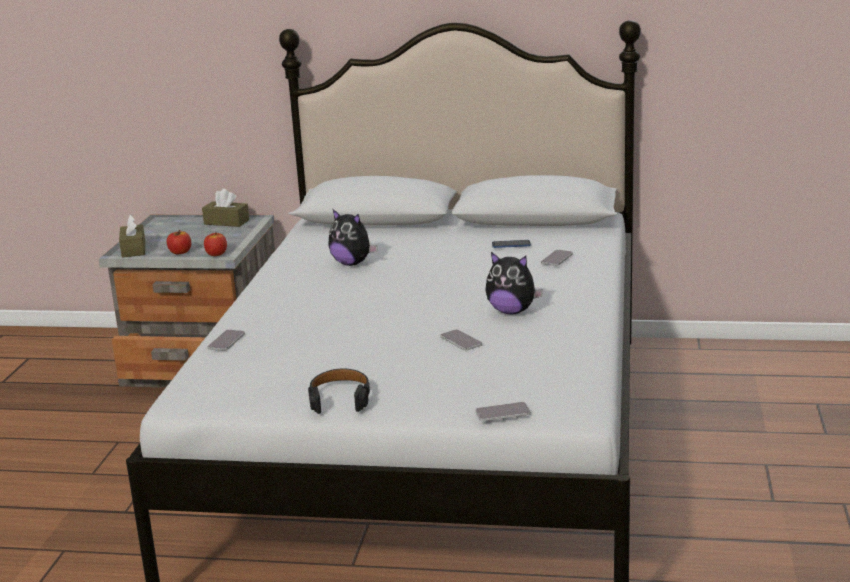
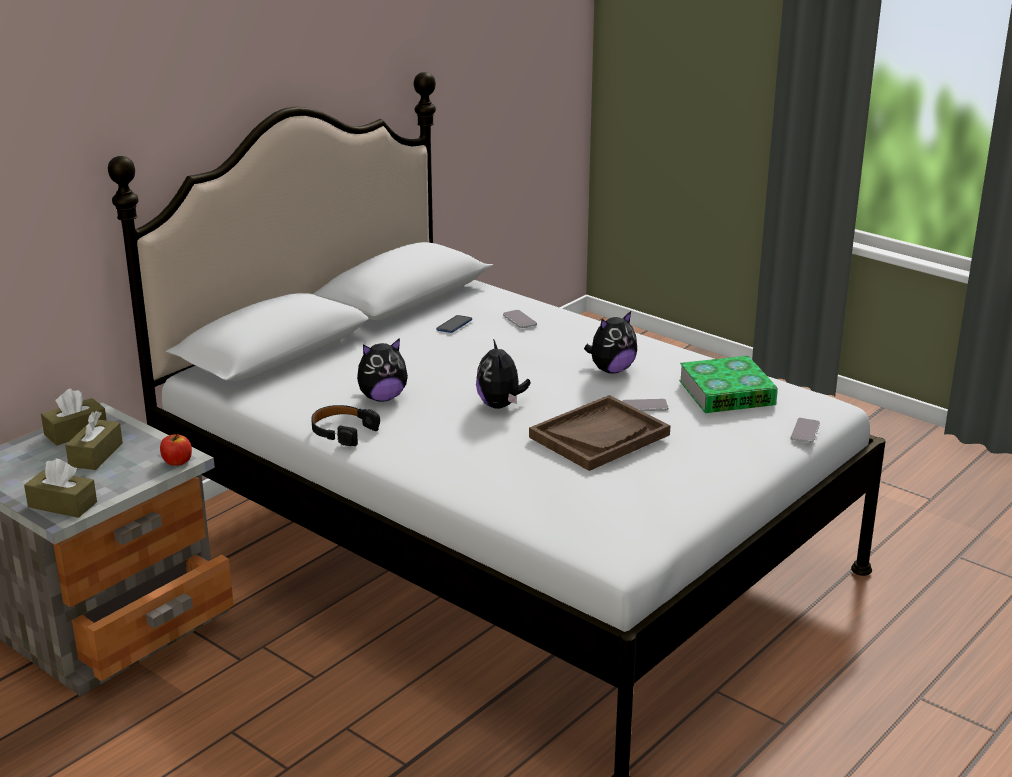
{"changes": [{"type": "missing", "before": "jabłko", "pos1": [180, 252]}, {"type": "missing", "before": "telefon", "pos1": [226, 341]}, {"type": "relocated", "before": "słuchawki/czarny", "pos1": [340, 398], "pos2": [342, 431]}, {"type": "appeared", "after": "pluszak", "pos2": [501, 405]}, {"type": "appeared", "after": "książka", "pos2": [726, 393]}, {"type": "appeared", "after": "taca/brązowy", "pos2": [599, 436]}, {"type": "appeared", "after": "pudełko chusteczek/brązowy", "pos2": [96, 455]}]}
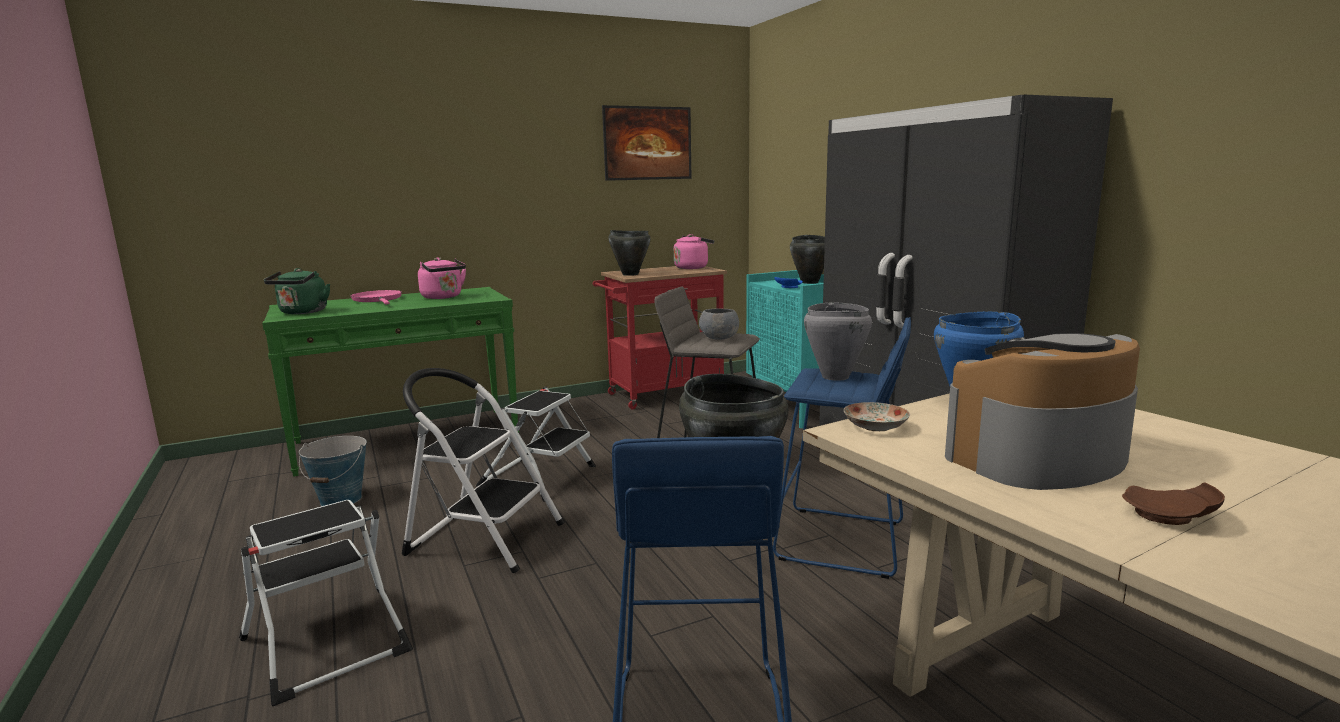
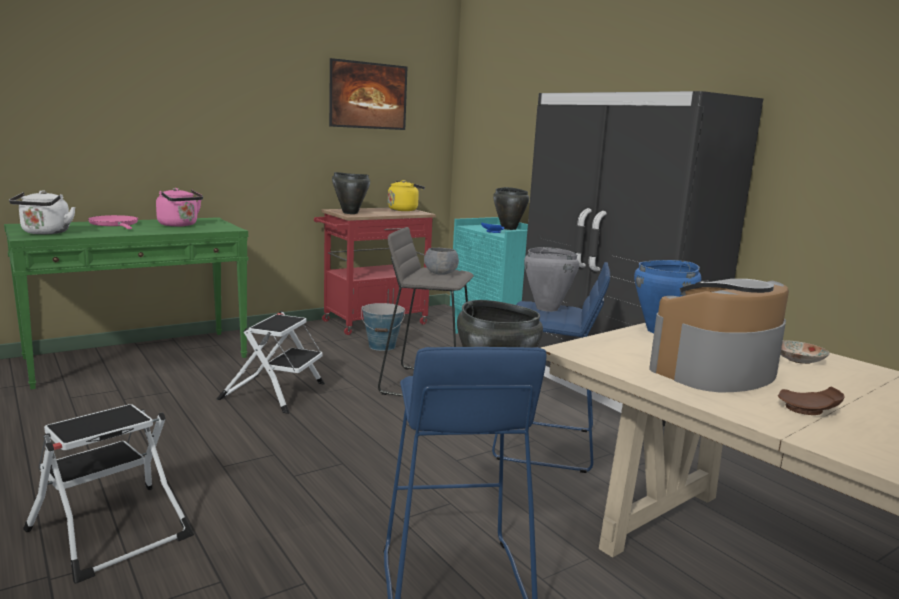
{"changes": [{"type": "colour", "before": "czajnik/różowy", "after": "czajnik/żółty", "pos1": [692, 267], "pos2": [404, 210]}, {"type": "colour", "before": "czajnik/zielony", "after": "czajnik/biały", "pos1": [302, 312], "pos2": [45, 233]}, {"type": "missing", "before": "drabinka", "pos1": [481, 538]}, {"type": "relocated", "before": "talerz", "pos1": [874, 427], "pos2": [798, 360]}, {"type": "relocated", "before": "wiadro", "pos1": [341, 499], "pos2": [382, 346]}]}
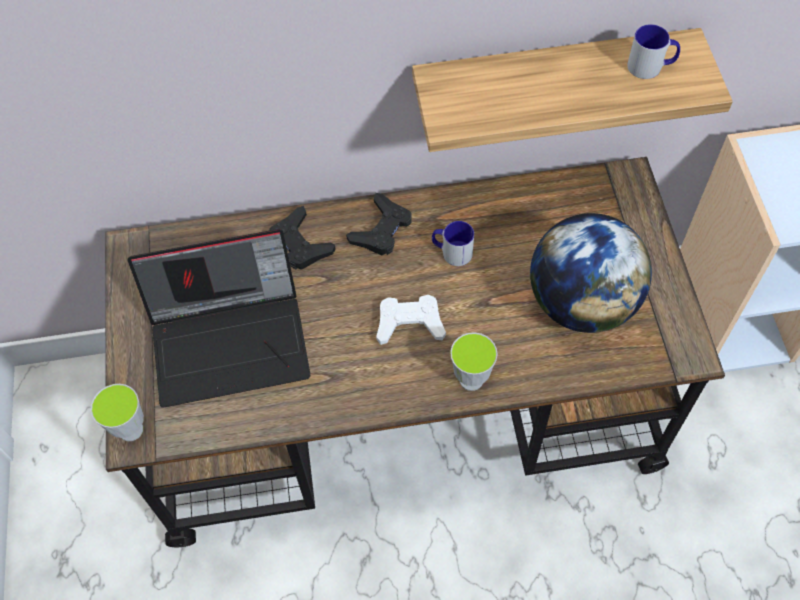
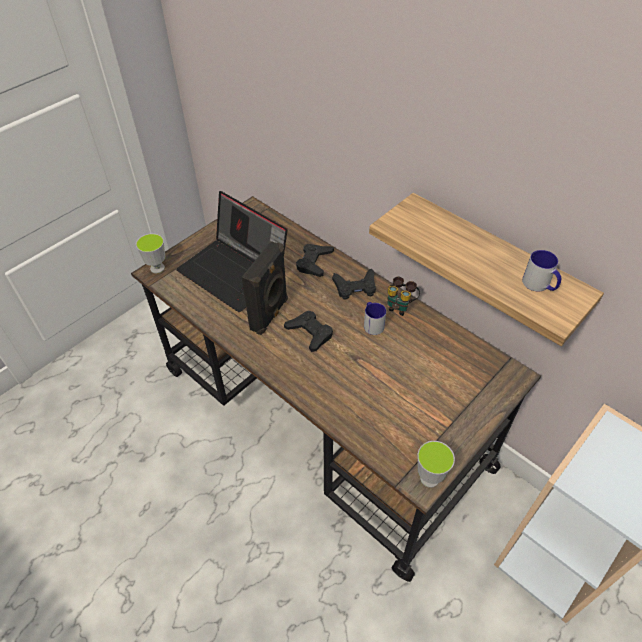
{"changes": [{"type": "missing", "before": "globus", "pos1": [581, 302]}, {"type": "colour", "before": "pad do gier/biały", "after": "pad do gier/czarny", "pos1": [409, 323], "pos2": [310, 333]}, {"type": "relocated", "before": "filiżanka", "pos1": [471, 380], "pos2": [429, 478]}, {"type": "appeared", "after": "głośnik/czarny", "pos2": [270, 314]}, {"type": "appeared", "after": "lornetka", "pos2": [400, 306]}]}
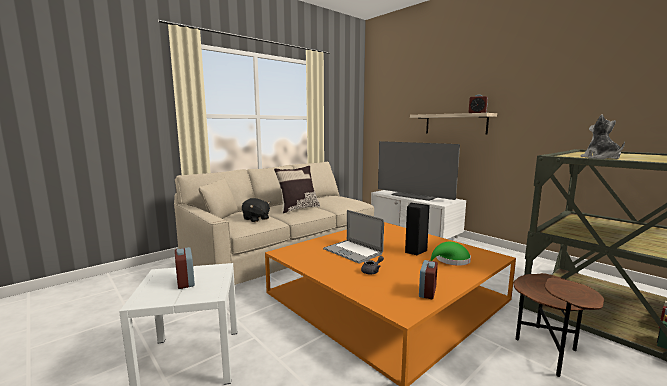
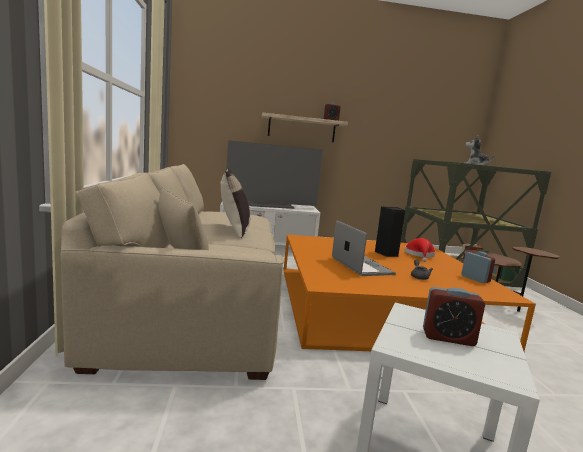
{"changes": [{"type": "missing", "before": "pluszak/czarny", "pos1": [256, 219]}, {"type": "spun", "before": "laptop", "pos1": [352, 251], "pos2": [361, 266], "turn": -105}, {"type": "colour", "before": "kapelusz/zielony", "after": "kapelusz/czerwony", "pos1": [450, 261], "pos2": [419, 255]}]}
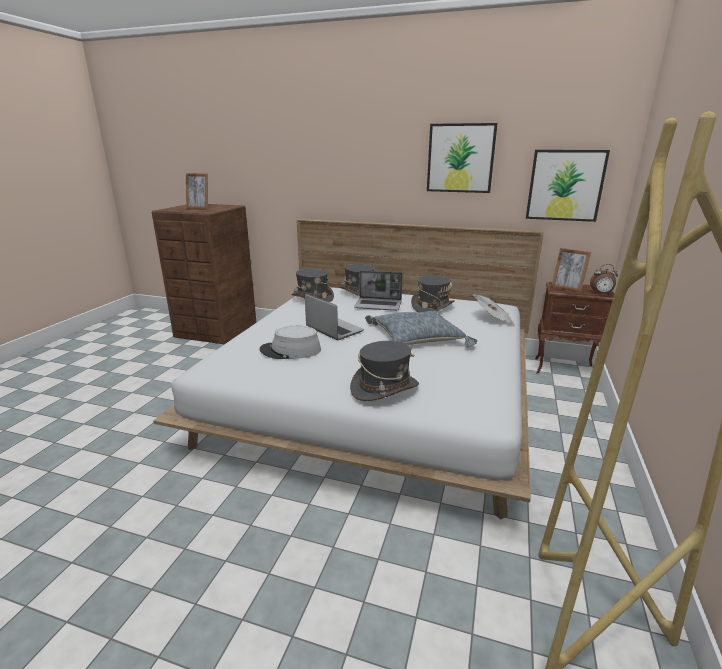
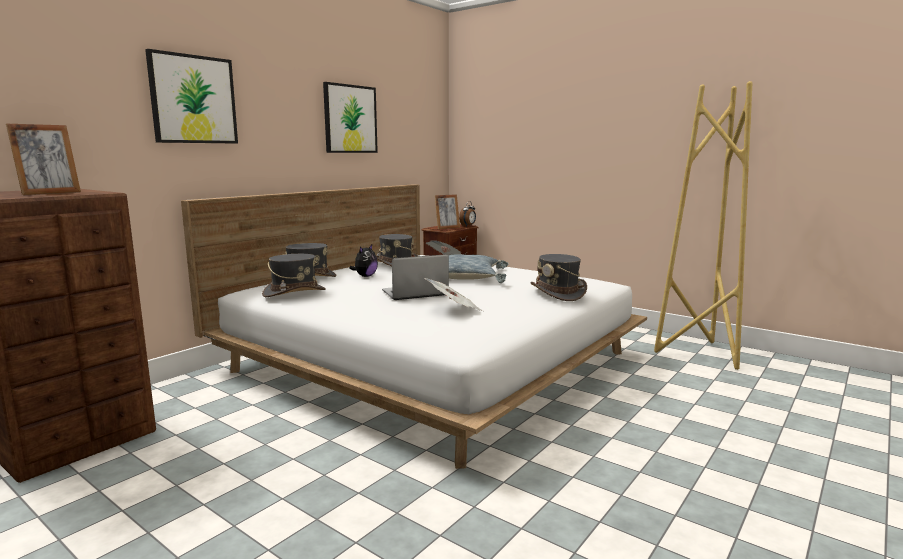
{"changes": [{"type": "relocated", "before": "obraz", "pos1": [565, 185], "pos2": [193, 99]}, {"type": "exchanged", "before": "laptop", "after": "pluszak", "pos1": [379, 305], "pos2": [365, 276]}, {"type": "exchanged", "before": "kapelusz/szary", "after": "gazeta", "pos1": [290, 350], "pos2": [454, 310]}]}
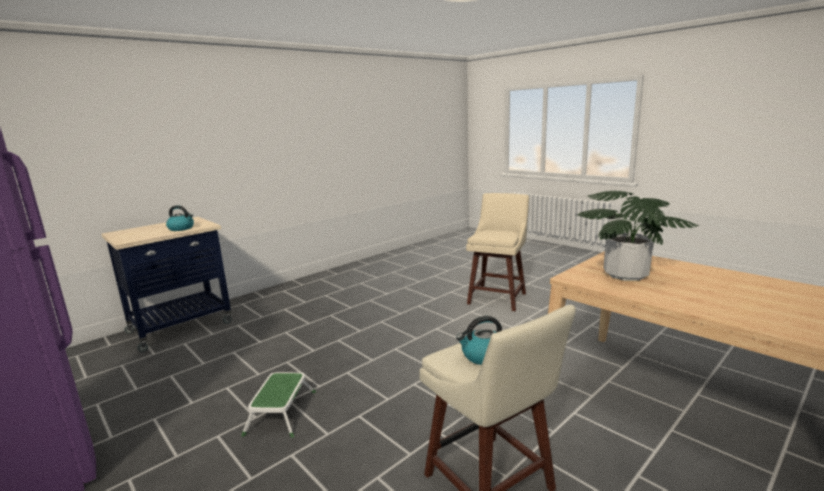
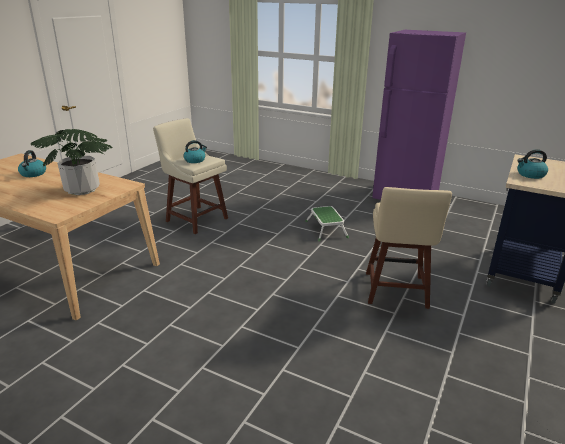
{"changes": [{"type": "relocated", "before": "stołek/beżowy", "pos1": [498, 297], "pos2": [395, 291]}, {"type": "appeared", "after": "czajnik", "pos2": [33, 174]}]}
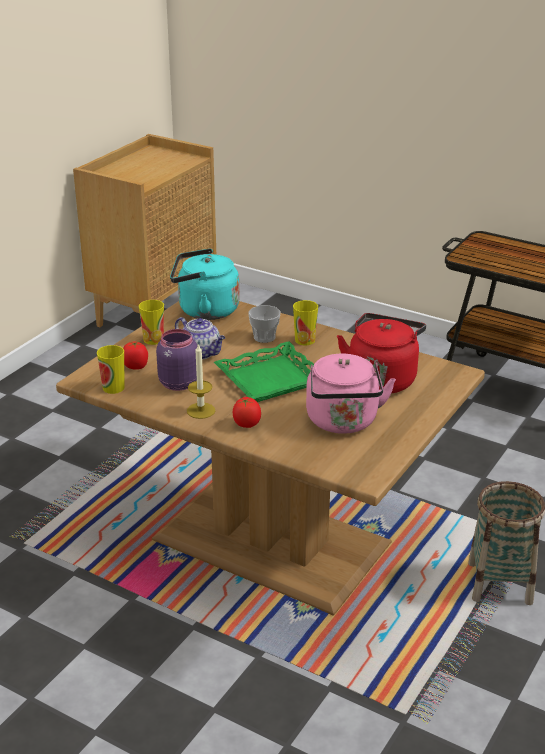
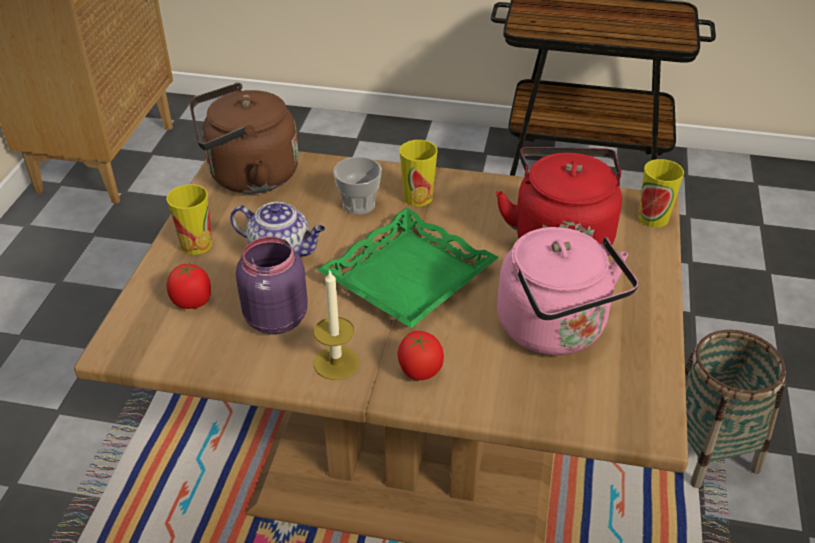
{"changes": [{"type": "colour", "before": "czajnik/turkusowy", "after": "czajnik/brązowy", "pos1": [204, 310], "pos2": [248, 176]}, {"type": "relocated", "before": "filiżanka", "pos1": [113, 388], "pos2": [653, 218]}]}
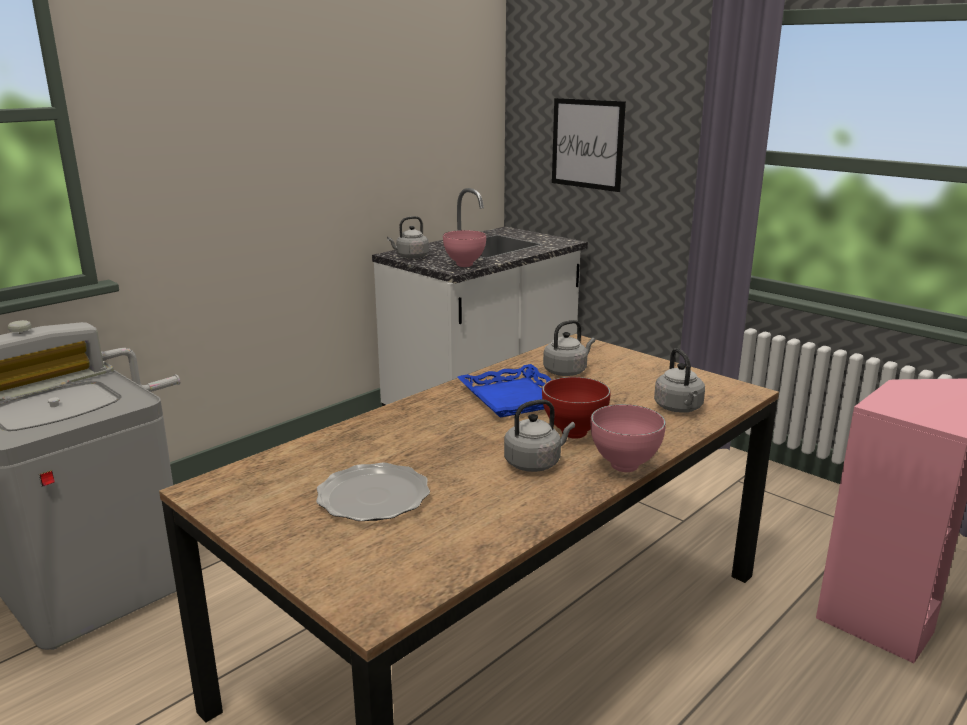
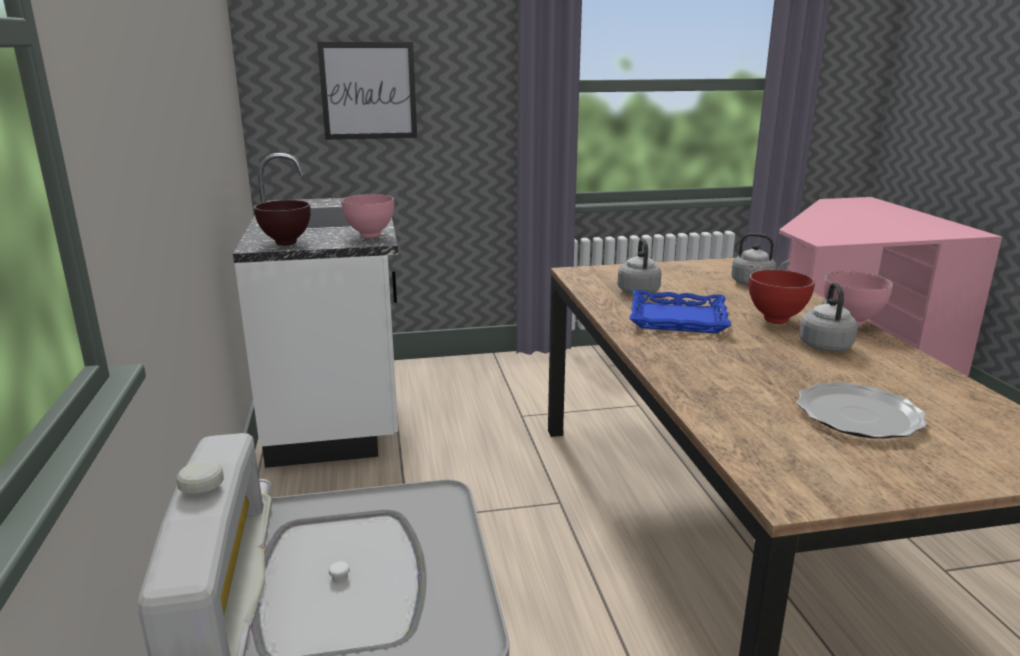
{"changes": [{"type": "exchanged", "before": "czajnik/szary", "after": "miska/brązowy", "pos1": [410, 257], "pos2": [286, 244]}]}
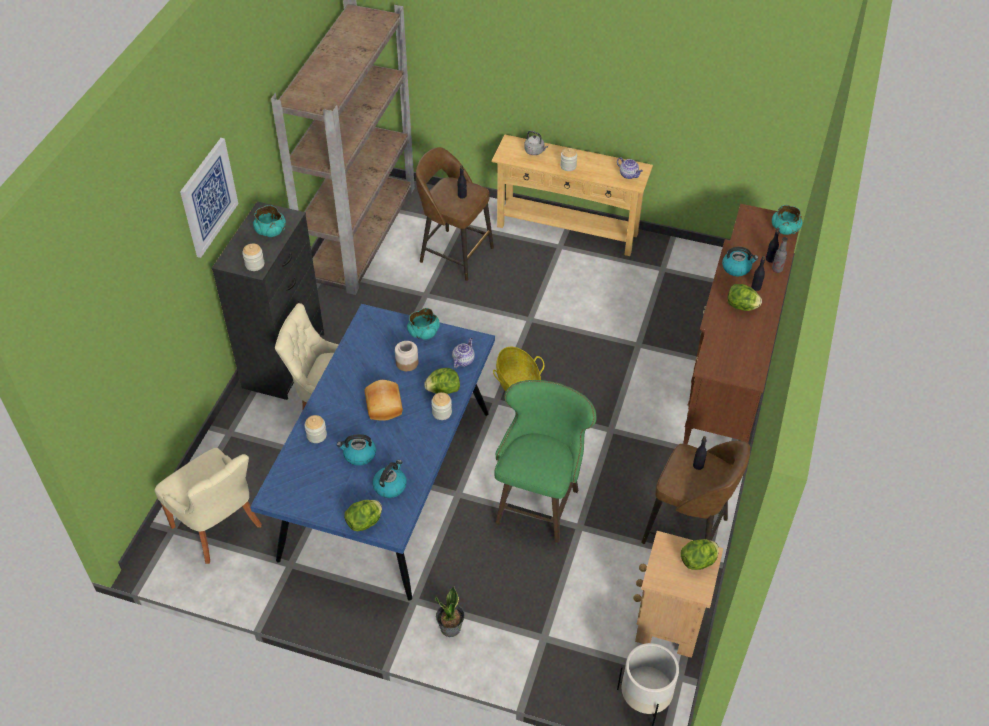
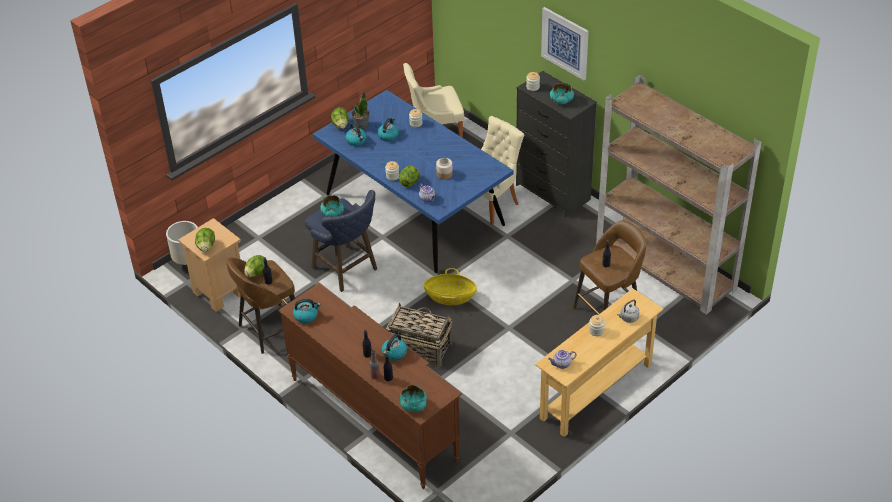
{"changes": [{"type": "relocated", "before": "sałata", "pos1": [741, 306], "pos2": [257, 273]}, {"type": "relocated", "before": "miska/turkusowy", "pos1": [423, 332], "pos2": [332, 213]}, {"type": "missing", "before": "chleb", "pos1": [385, 406]}, {"type": "colour", "before": "stołek/zielony", "after": "stołek/niebieski", "pos1": [539, 503], "pos2": [346, 270]}, {"type": "relocated", "before": "roślina doniczkowa", "pos1": [451, 628], "pos2": [361, 126]}, {"type": "appeared", "after": "czajnik", "pos2": [306, 316]}, {"type": "appeared", "after": "koszyk", "pos2": [419, 348]}]}
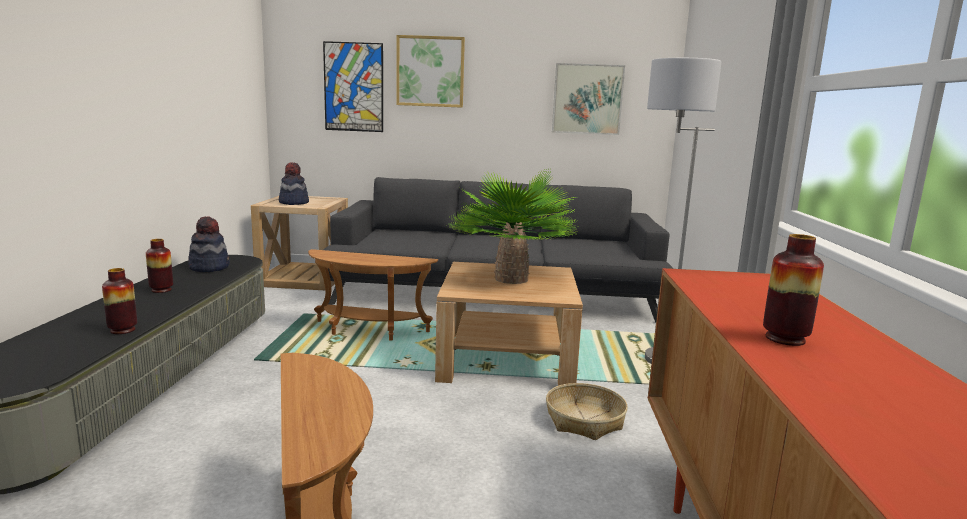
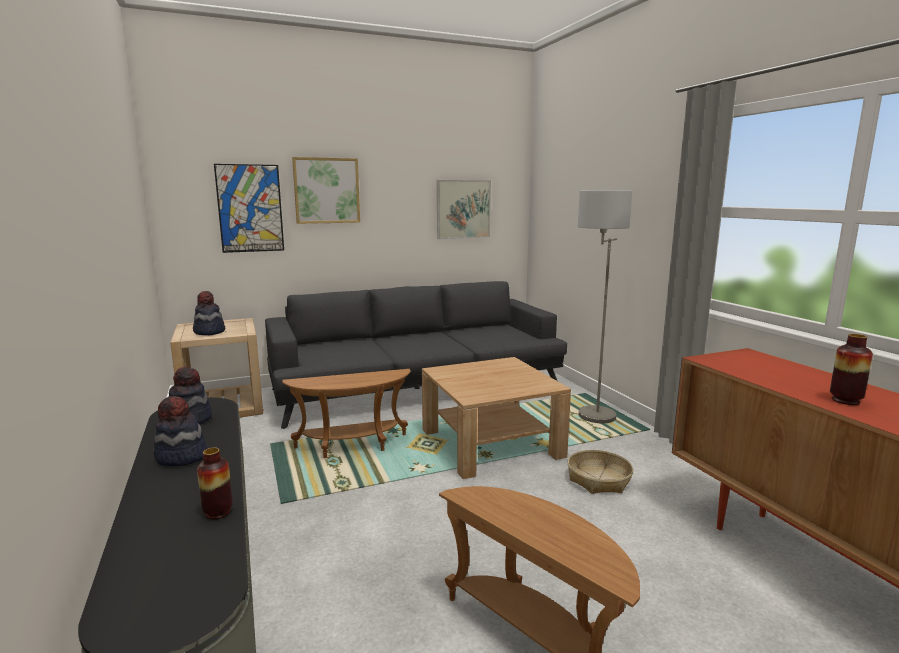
{"changes": [{"type": "missing", "before": "roślina doniczkowa", "pos1": [511, 279]}, {"type": "exchanged", "before": "wazon", "after": "kapelusz", "pos1": [161, 290], "pos2": [181, 457]}]}
